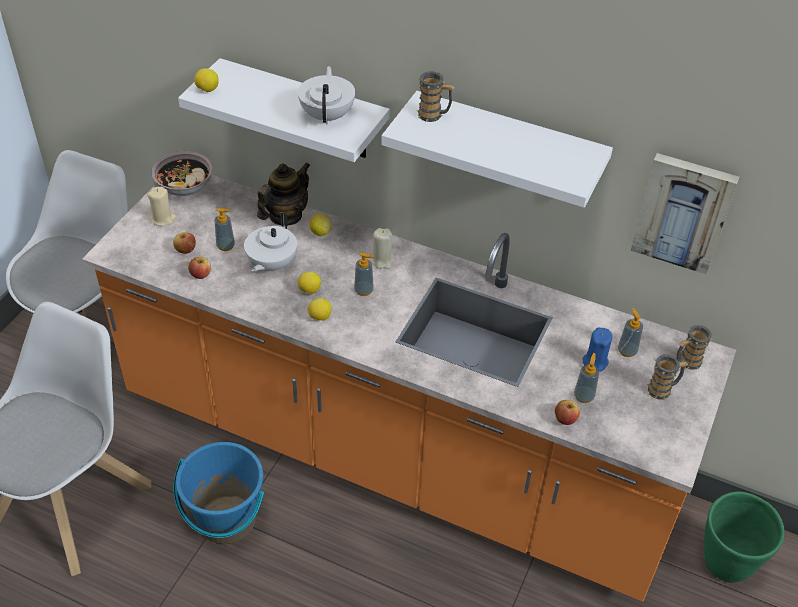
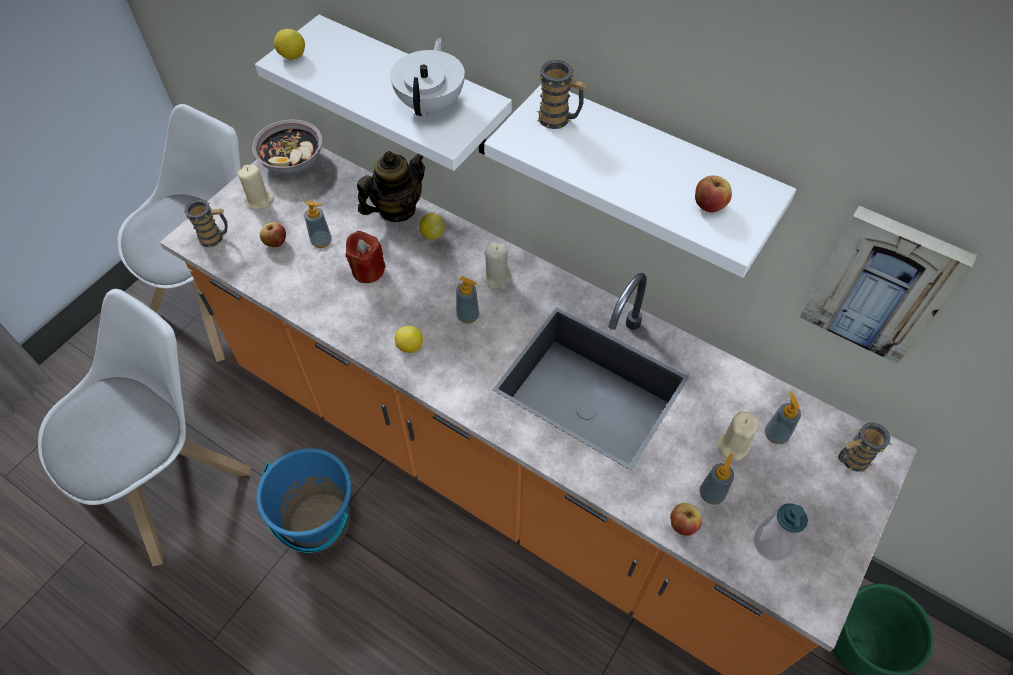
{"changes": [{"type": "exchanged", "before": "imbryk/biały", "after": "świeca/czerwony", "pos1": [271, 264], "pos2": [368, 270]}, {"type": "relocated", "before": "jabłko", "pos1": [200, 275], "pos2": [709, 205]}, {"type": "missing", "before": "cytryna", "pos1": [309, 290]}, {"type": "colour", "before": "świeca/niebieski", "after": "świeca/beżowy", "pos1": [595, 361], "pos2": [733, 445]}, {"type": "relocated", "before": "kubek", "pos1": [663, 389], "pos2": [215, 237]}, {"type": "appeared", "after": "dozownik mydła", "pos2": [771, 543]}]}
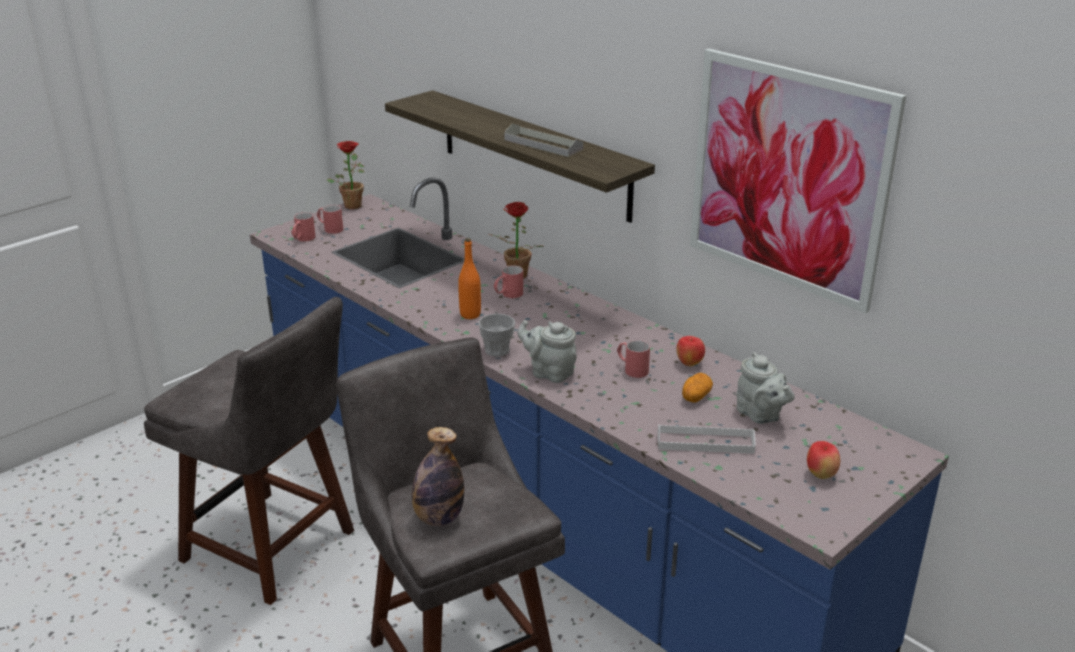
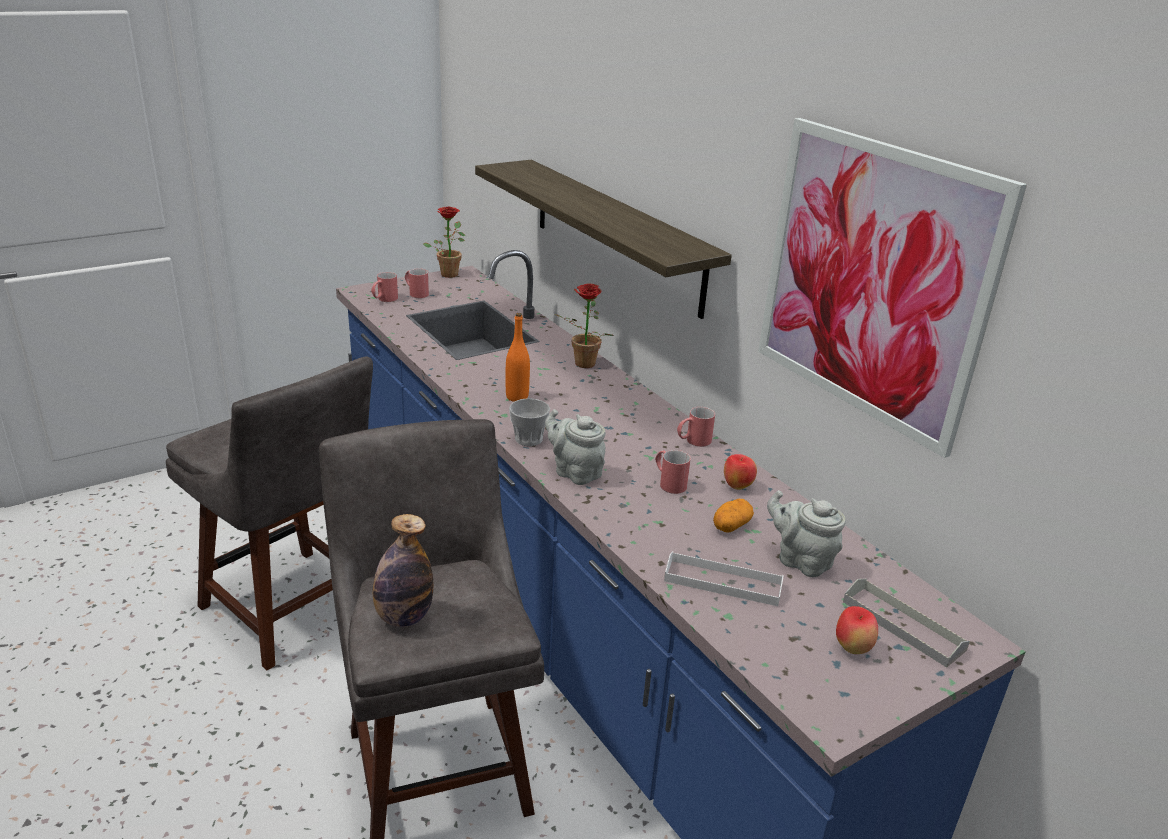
{"changes": [{"type": "relocated", "before": "taca/szary", "pos1": [543, 144], "pos2": [903, 625]}, {"type": "relocated", "before": "kubek/czerwony", "pos1": [508, 295], "pos2": [693, 441]}, {"type": "spun", "before": "imbryk/szary", "pos1": [760, 415], "pos2": [801, 560], "turn": 150}]}
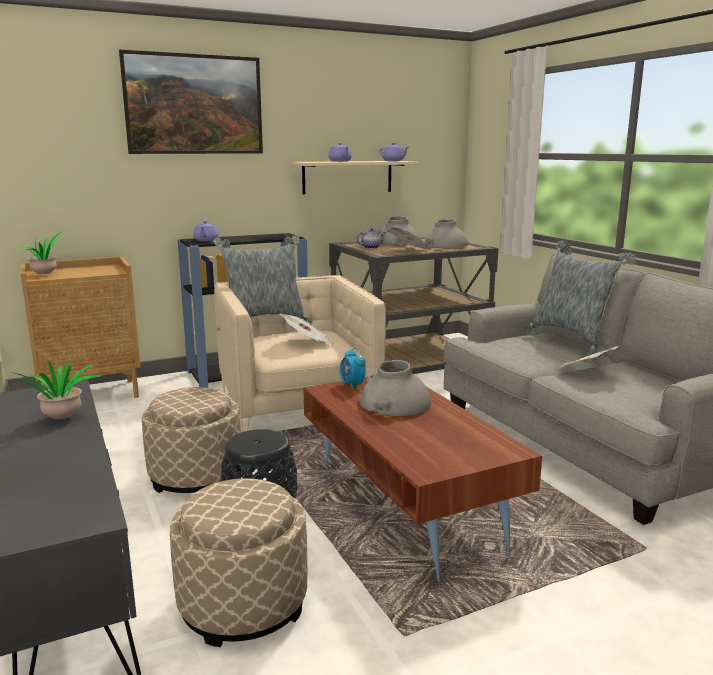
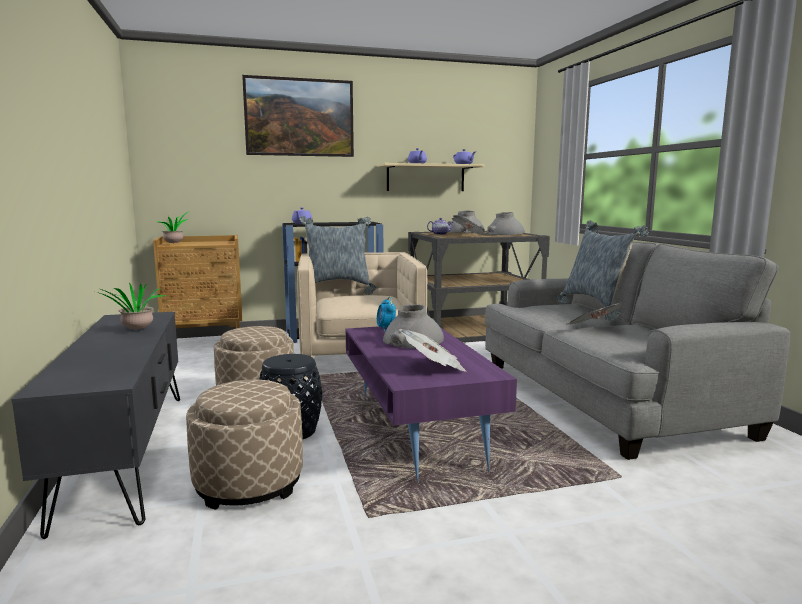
{"changes": [{"type": "relocated", "before": "gazeta", "pos1": [308, 343], "pos2": [433, 367]}, {"type": "colour", "before": "ława/brązowy", "after": "ława/fioletowy", "pos1": [407, 505], "pos2": [418, 429]}]}
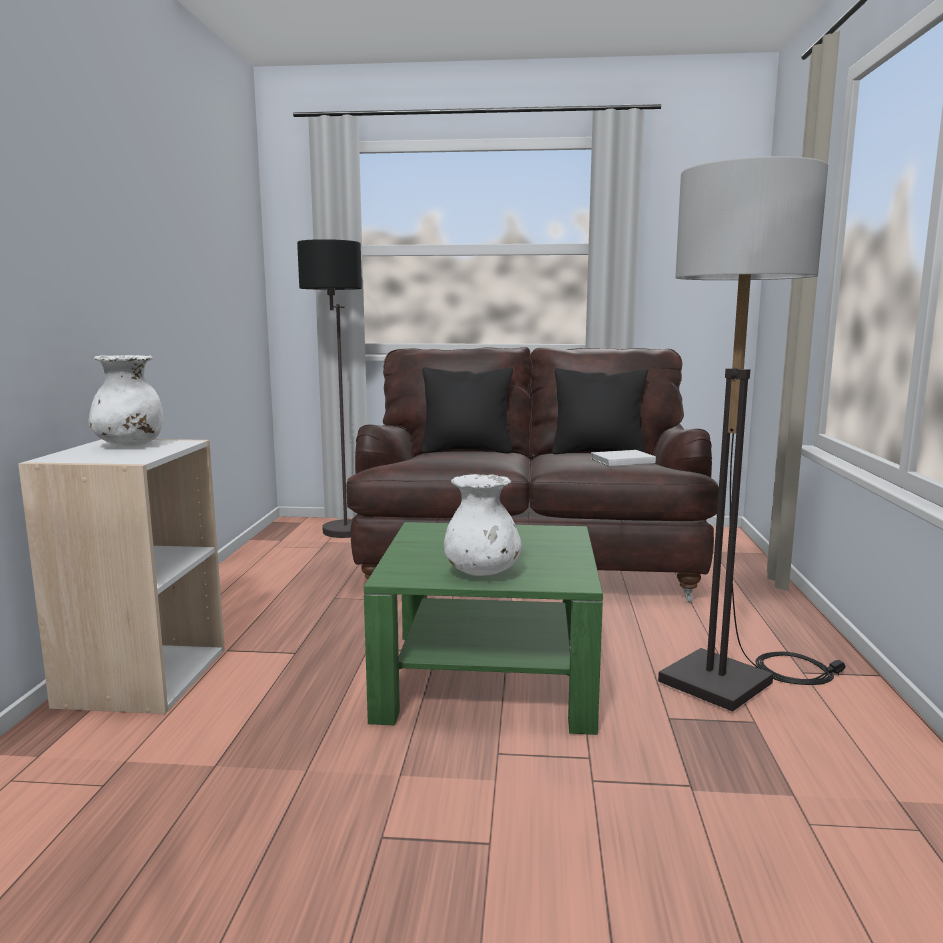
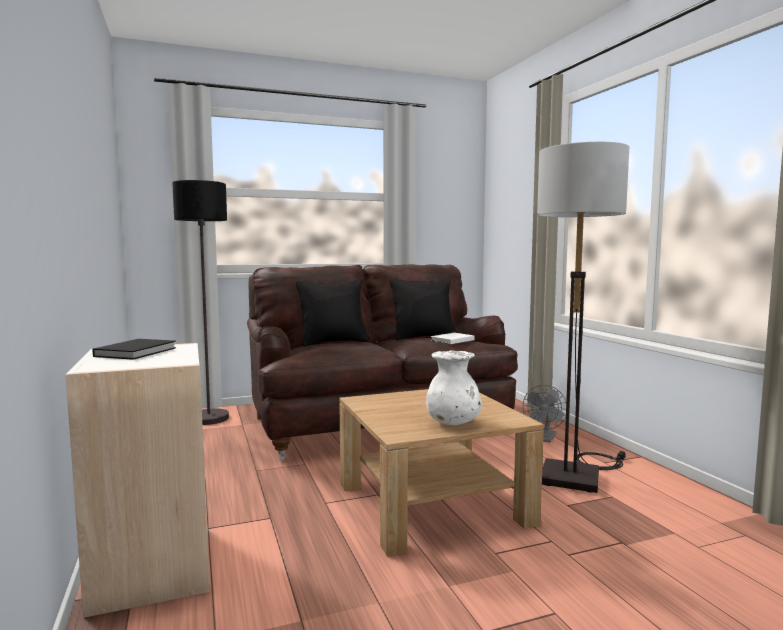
{"changes": [{"type": "exchanged", "before": "wazon/biały", "after": "książka/czarny", "pos1": [130, 445], "pos2": [138, 352]}, {"type": "colour", "before": "ława/zielony", "after": "ława/brązowy", "pos1": [488, 675], "pos2": [432, 503]}, {"type": "appeared", "after": "wentylator/szary", "pos2": [545, 439]}]}
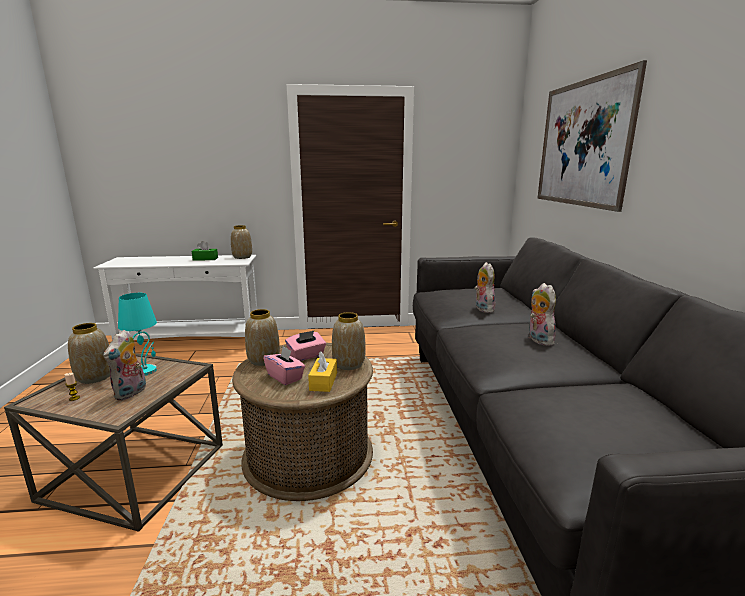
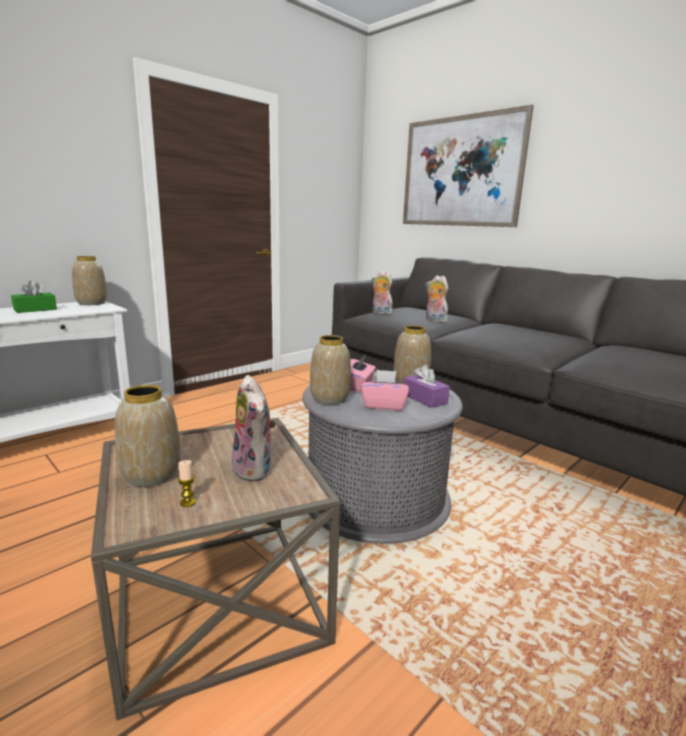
{"changes": [{"type": "relocated", "before": "pluszak", "pos1": [538, 340], "pos2": [380, 313]}, {"type": "missing", "before": "lampa stołowa/turkusowy", "pos1": [146, 371]}, {"type": "colour", "before": "ława/brązowy", "after": "ława/szary", "pos1": [308, 454], "pos2": [375, 496]}, {"type": "colour", "before": "pudełko chusteczek/żółty", "after": "pudełko chusteczek/fioletowy", "pos1": [323, 381], "pos2": [424, 399]}]}
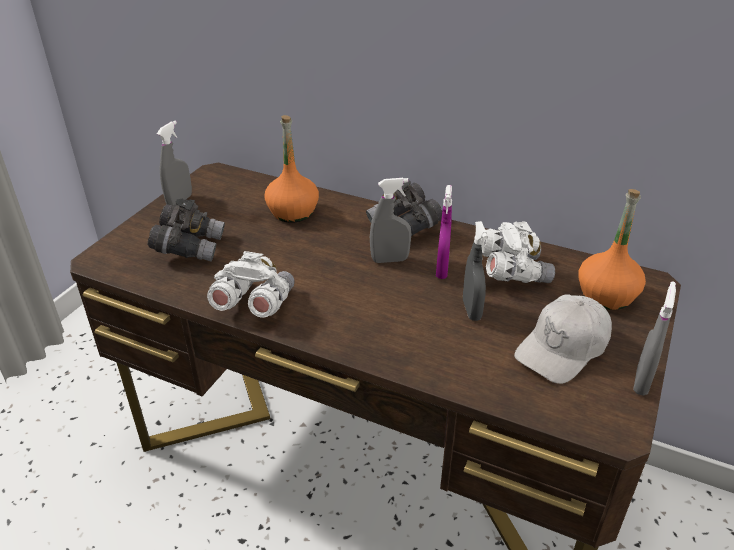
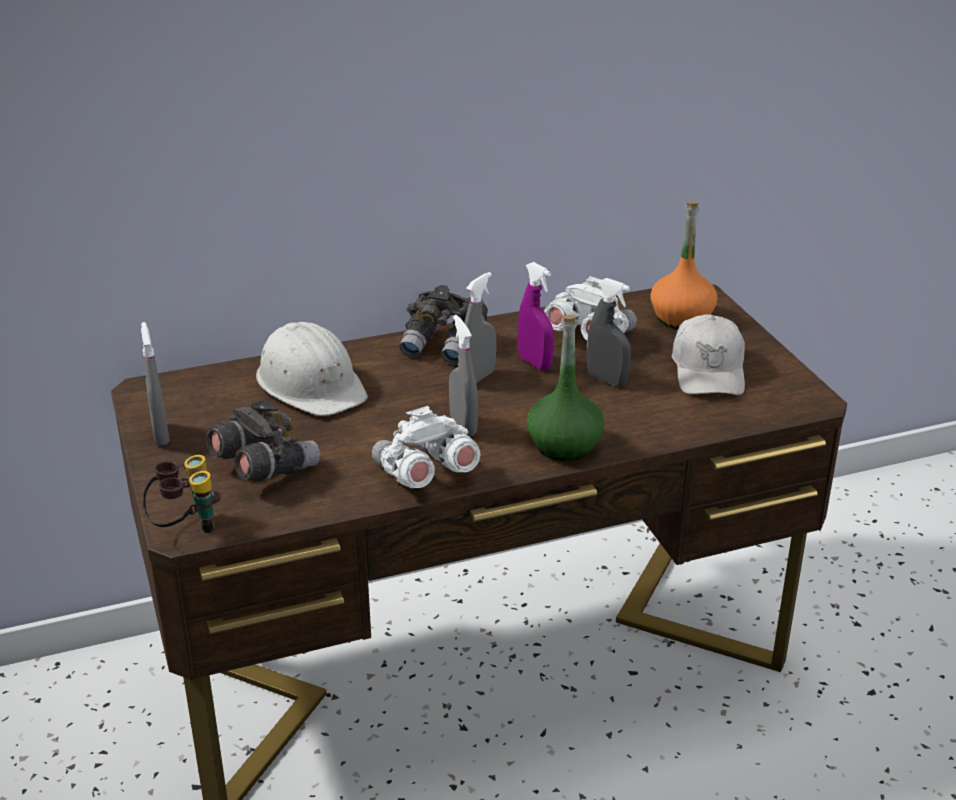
{"changes": [{"type": "exchanged", "before": "butelka/pomarańczowy", "after": "kask/biały", "pos1": [293, 212], "pos2": [311, 384]}, {"type": "relocated", "before": "spryskiwacz/szary", "pos1": [641, 381], "pos2": [463, 426]}, {"type": "appeared", "after": "butelka/zielony", "pos2": [564, 445]}, {"type": "appeared", "after": "lornetka", "pos2": [186, 527]}]}
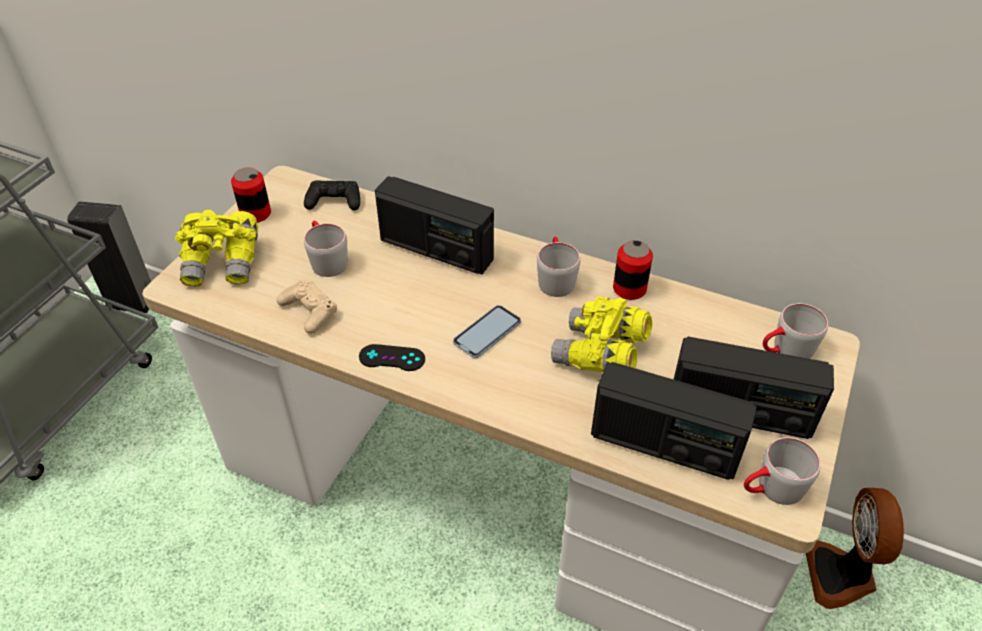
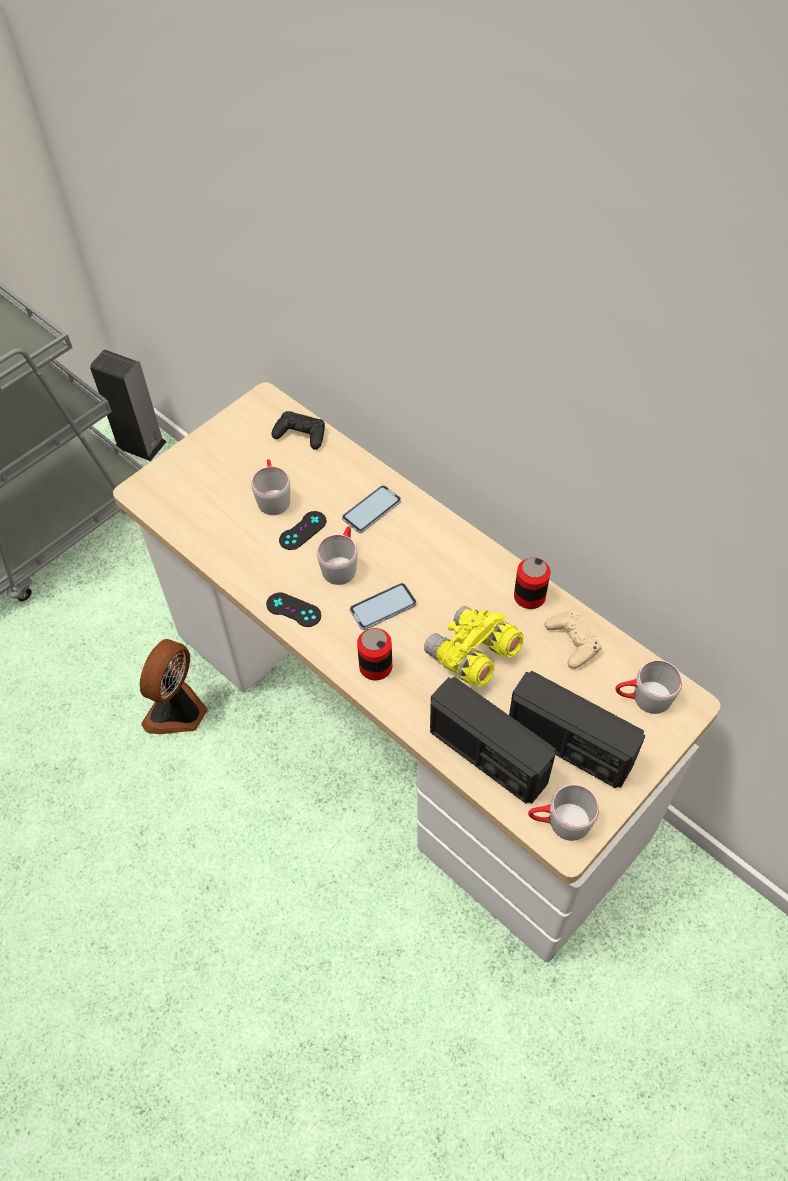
{"changes": [{"type": "relocated", "before": "puszka", "pos1": [255, 214], "pos2": [375, 666]}, {"type": "exchanged", "before": "radio", "after": "telefon", "pos1": [436, 250], "pos2": [371, 510]}, {"type": "missing", "before": "lornetka/żółty", "pos1": [223, 263]}, {"type": "relocated", "before": "kubek/szary", "pos1": [555, 278], "pos2": [341, 564]}, {"type": "relocated", "before": "pad do gier/beżowy", "pos1": [309, 311], "pos2": [573, 642]}, {"type": "relocated", "before": "wentylator", "pos1": [841, 575], "pos2": [178, 711]}, {"type": "appeared", "after": "pad do gier/czarny", "pos2": [302, 530]}]}
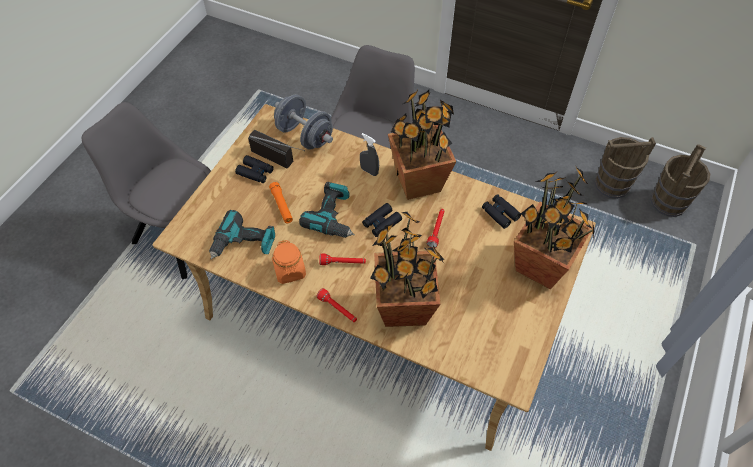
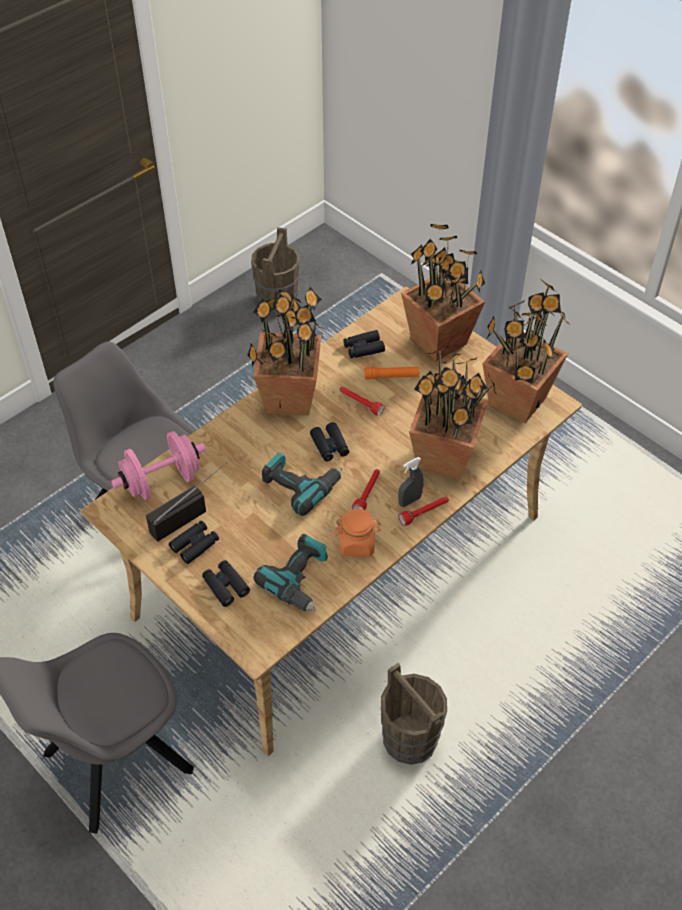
{"changes": [{"type": "colour", "before": "hantel/szary", "after": "hantel/różowy", "pos1": [305, 135], "pos2": [162, 481]}, {"type": "relocated", "before": "spryskiwacz/szary", "pos1": [369, 171], "pos2": [409, 501]}, {"type": "relocated", "before": "wiadro/brązowy", "pos1": [668, 203], "pos2": [410, 739]}, {"type": "relocated", "before": "latarka/pomarańczowy", "pos1": [281, 206], "pos2": [391, 376]}, {"type": "appeared", "after": "roślina doniczkowa", "pos2": [516, 401]}, {"type": "appeared", "after": "lornetka/czarny", "pos2": [225, 586]}]}
